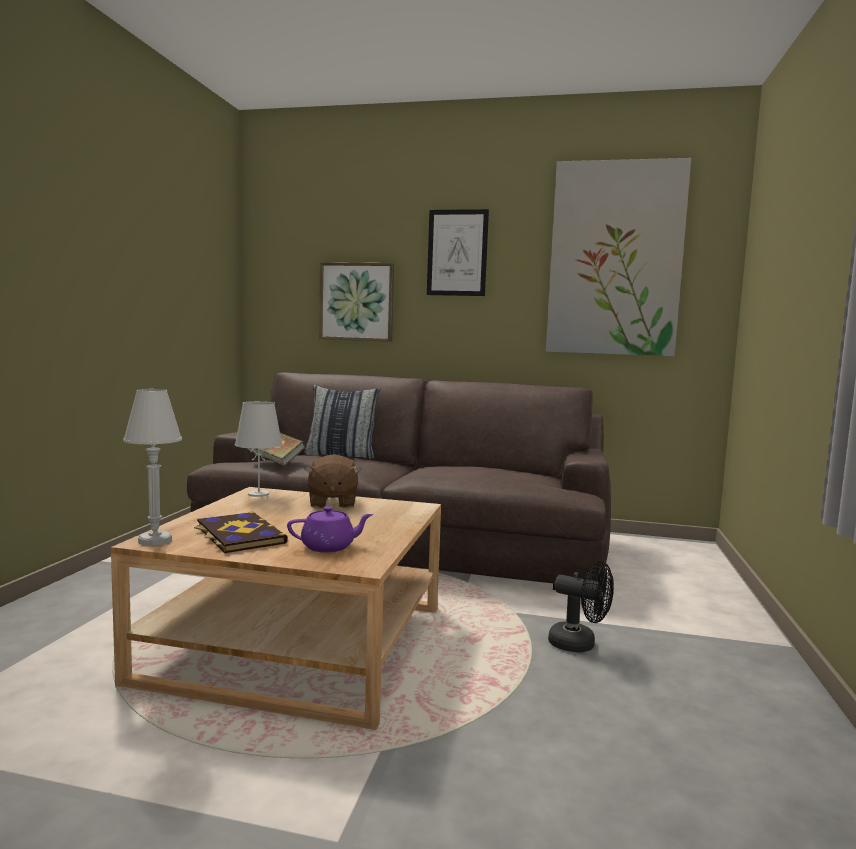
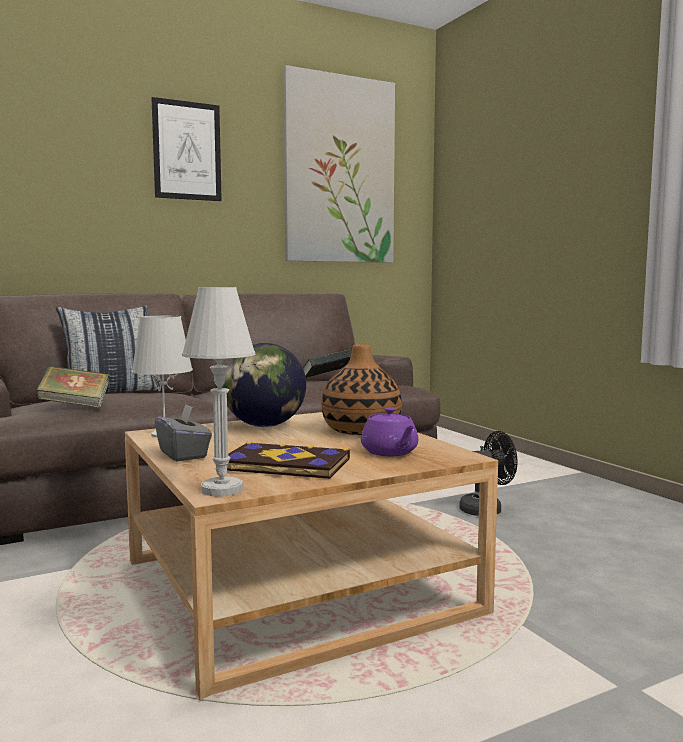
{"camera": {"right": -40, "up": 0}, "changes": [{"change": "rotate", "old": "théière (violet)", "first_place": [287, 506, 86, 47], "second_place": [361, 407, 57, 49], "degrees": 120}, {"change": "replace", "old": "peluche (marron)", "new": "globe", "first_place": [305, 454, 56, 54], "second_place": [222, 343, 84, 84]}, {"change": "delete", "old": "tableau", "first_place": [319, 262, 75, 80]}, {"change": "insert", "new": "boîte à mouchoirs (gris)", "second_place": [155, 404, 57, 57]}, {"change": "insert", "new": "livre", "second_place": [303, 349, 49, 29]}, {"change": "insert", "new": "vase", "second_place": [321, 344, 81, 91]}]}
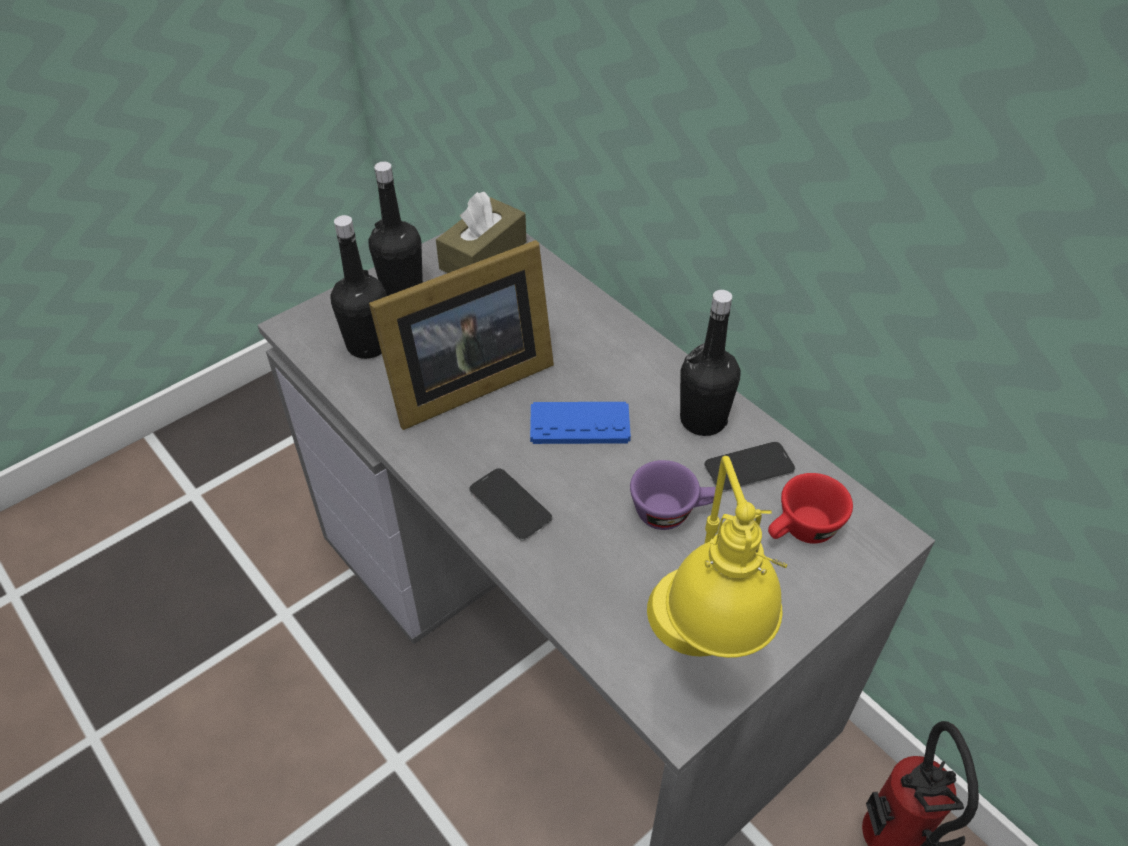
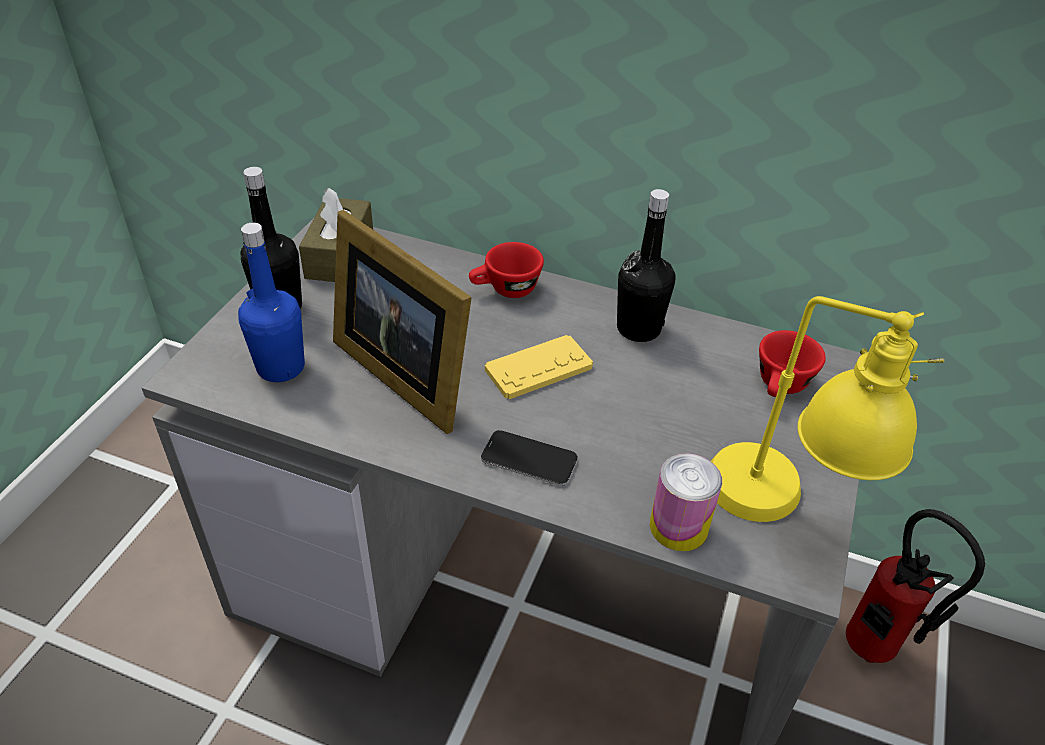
{"camera": {"right": -30, "up": -5}, "changes": [{"change": "recolor", "old": "bouteille (noir)", "new": "bouteille (bleu)", "first_place": [330, 215, 57, 144], "second_place": [238, 223, 67, 159]}, {"change": "rotate", "old": "cadre photo", "first_place": [369, 240, 185, 190], "second_place": [333, 210, 139, 224], "degrees": 105}, {"change": "recolor", "old": "manette (bleu)", "new": "manette (jaune)", "first_place": [530, 402, 101, 42], "second_place": [485, 335, 108, 64]}, {"change": "delete", "old": "tasse (violet)", "first_place": [630, 460, 86, 70]}, {"change": "delete", "old": "téléphone", "first_place": [704, 442, 91, 50]}, {"change": "insert", "new": "tasse (rouge)", "second_place": [469, 242, 75, 56]}, {"change": "insert", "new": "boîte métallique", "second_place": [650, 453, 72, 98]}]}
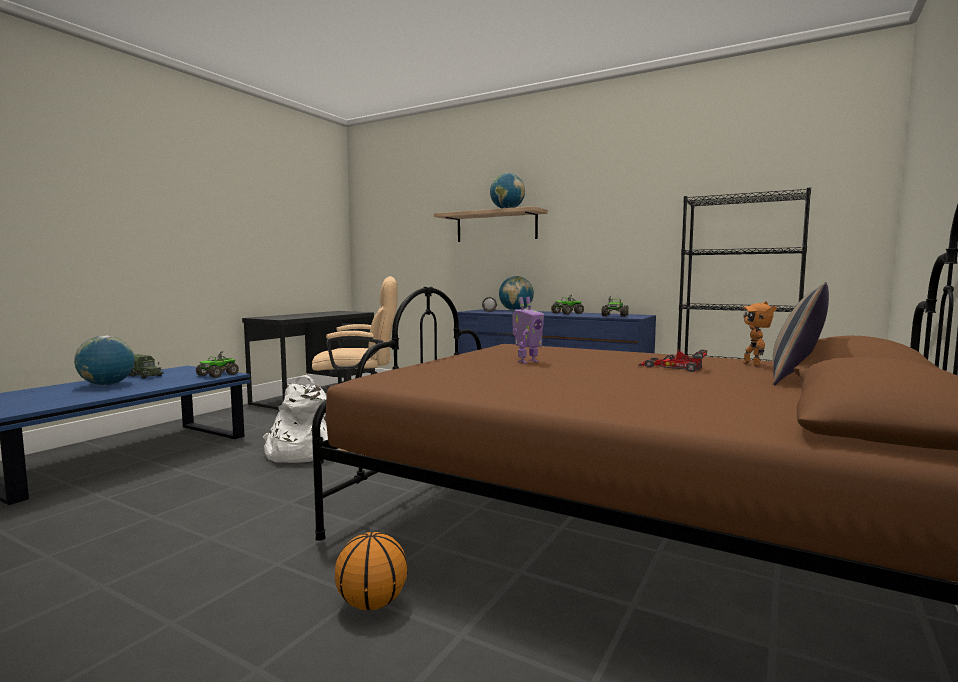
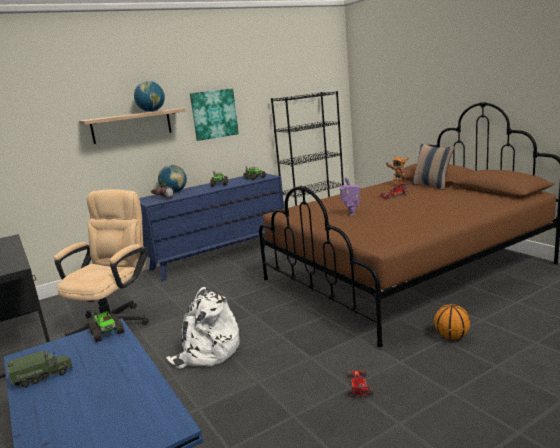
{"camera": {"right": -60, "up": 10}, "changes": [{"change": "delete", "old": "globe", "first_place": [74, 335, 61, 51]}, {"change": "insert", "new": "tableau", "second_place": [190, 89, 49, 52]}, {"change": "insert", "new": "petite voiture", "second_place": [347, 370, 27, 28]}]}
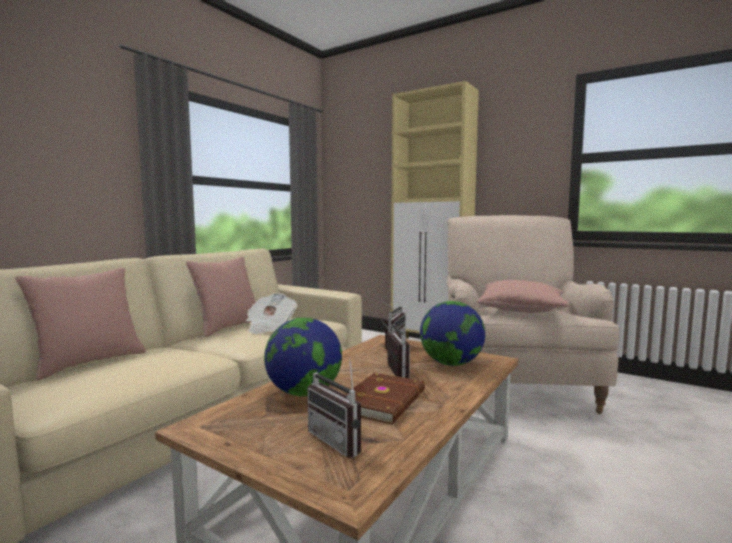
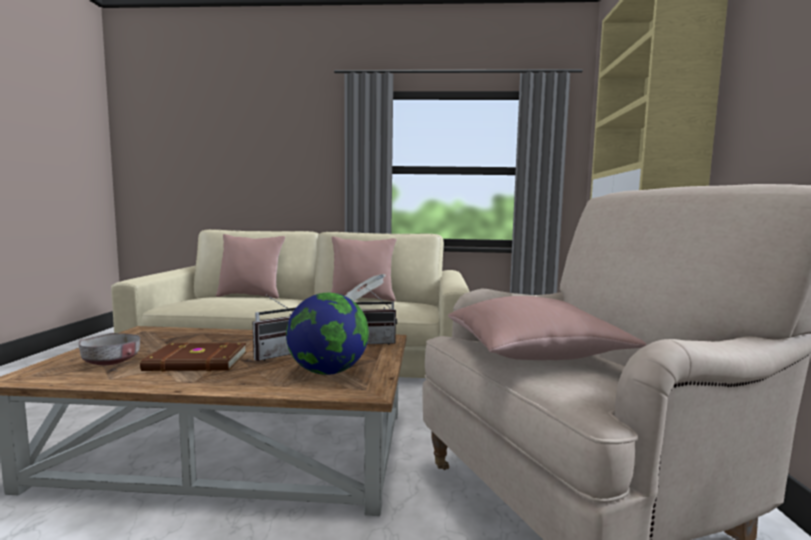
{"camera": {"right": 60, "up": 0}, "changes": [{"change": "delete", "old": "globe", "first_place": [264, 318, 78, 78]}, {"change": "replace", "old": "radio", "new": "bol (gris)", "first_place": [308, 357, 53, 101], "second_place": [79, 333, 61, 32]}]}
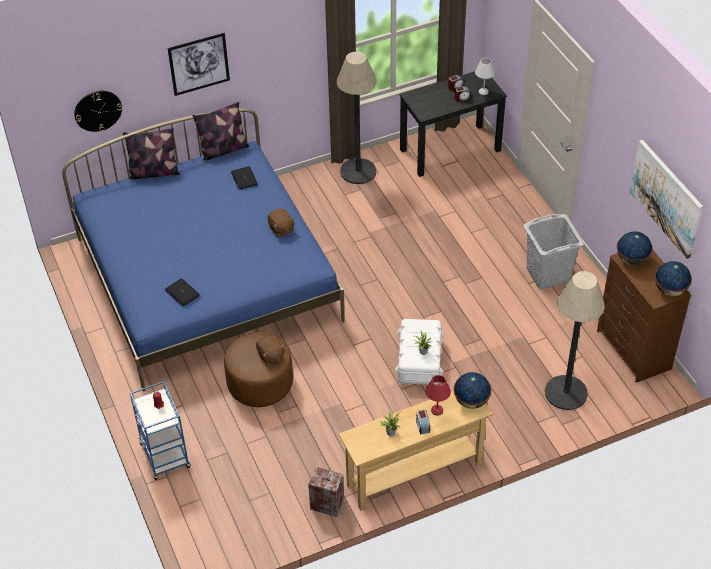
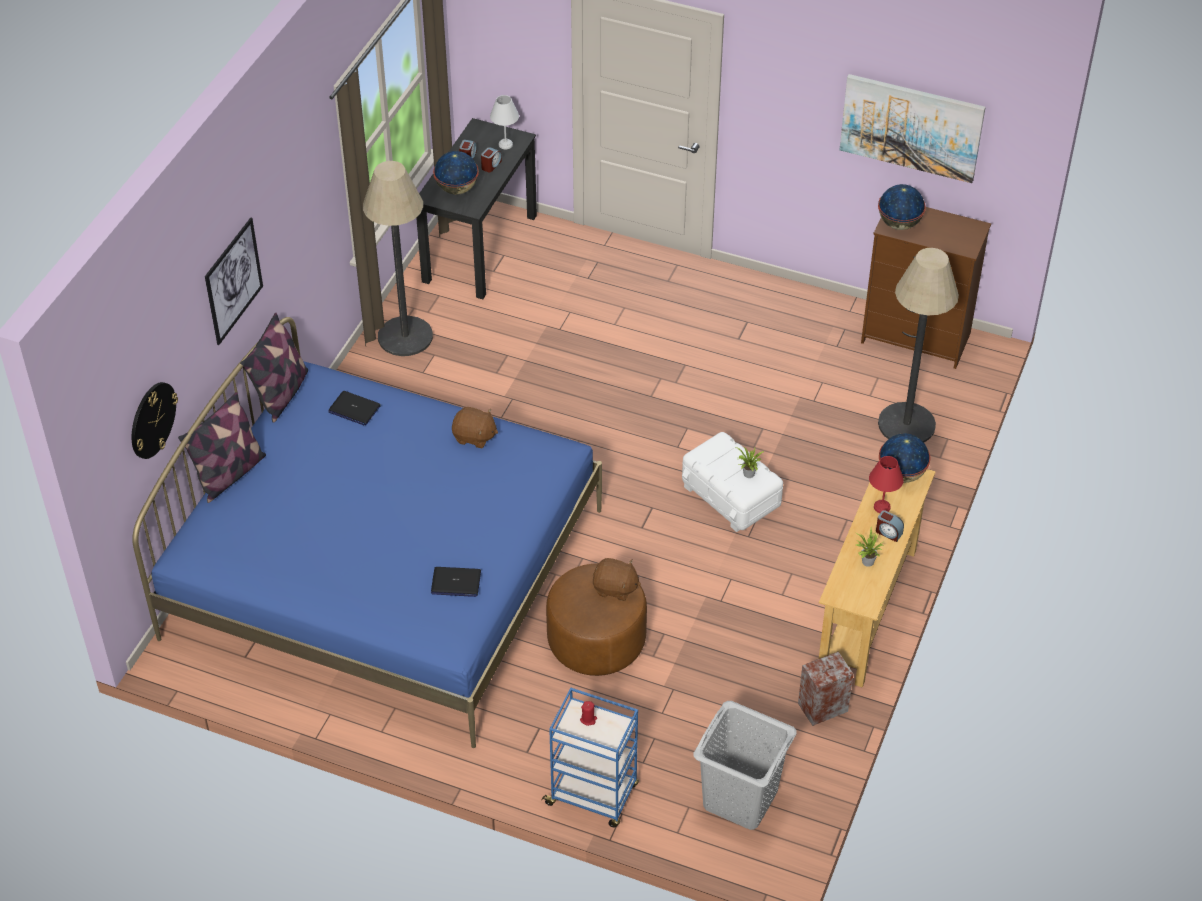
{"camera": {"right": -45, "up": 0}, "changes": [{"change": "move", "old": "panier à linge (gris)", "first_place": [524, 214, 60, 75], "second_place": [694, 701, 103, 129]}, {"change": "move", "old": "globe", "first_place": [655, 261, 37, 35], "second_place": [433, 151, 46, 44]}]}
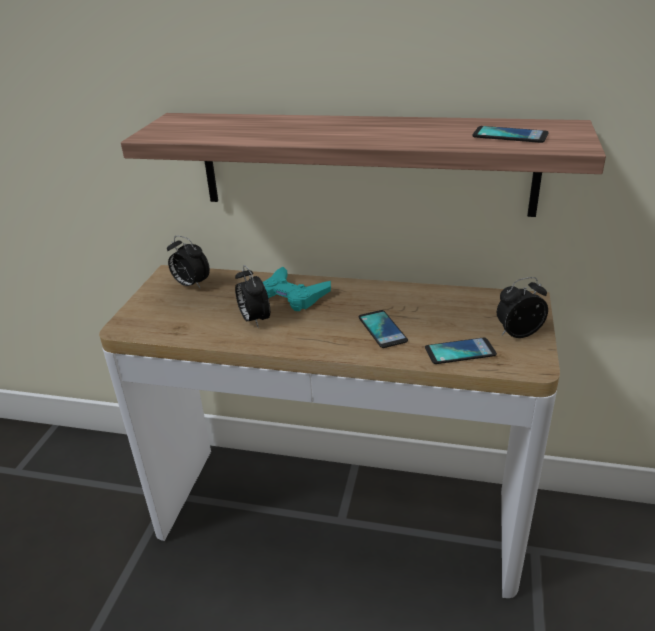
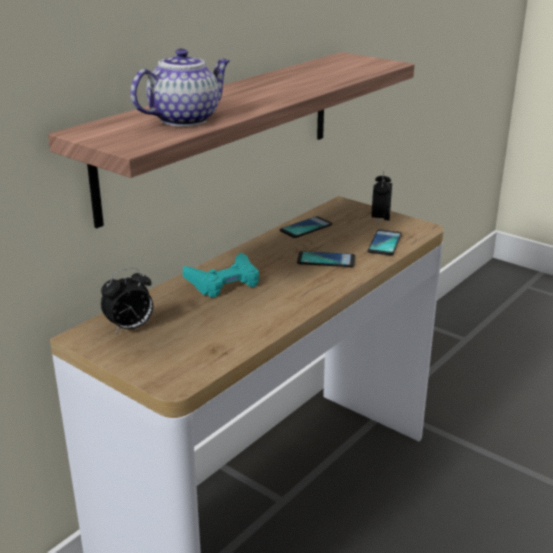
{"camera": {"right": -65, "up": -5}, "changes": [{"change": "delete", "old": "réveil", "first_place": [235, 265, 35, 63]}, {"change": "move", "old": "téléphone", "first_place": [473, 126, 76, 17], "second_place": [280, 216, 53, 22]}, {"change": "insert", "new": "théière", "second_place": [130, 48, 100, 79]}]}
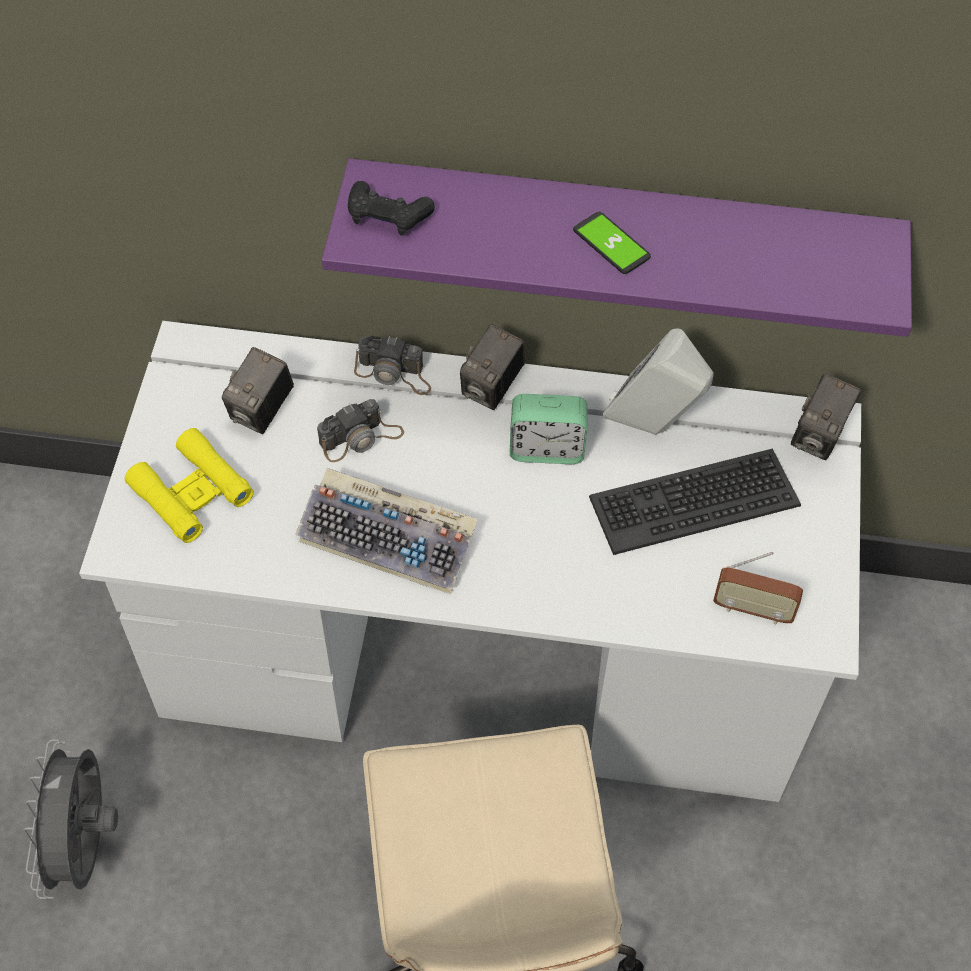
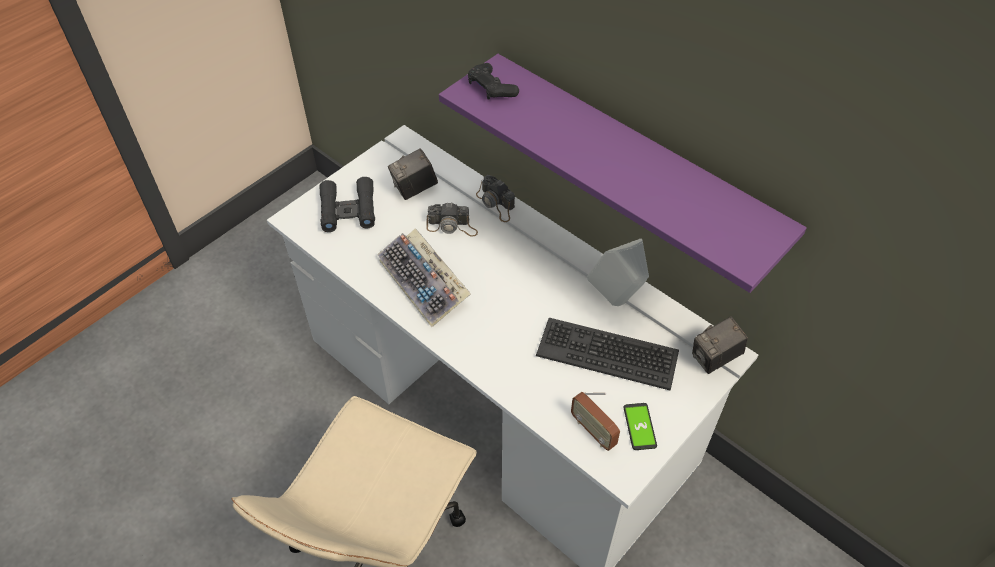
{"camera": {"right": 35, "up": -5}, "changes": [{"change": "delete", "old": "ventilateur (gris)", "first_place": [24, 739, 94, 160]}, {"change": "recolor", "old": "jumelles (jaune)", "new": "jumelles (noir)", "first_place": [125, 428, 129, 115], "second_place": [319, 177, 56, 55]}, {"change": "delete", "old": "appareil photo", "first_place": [460, 324, 65, 86]}, {"change": "delete", "old": "réveil", "first_place": [510, 394, 78, 70]}, {"change": "move", "old": "téléphone", "first_place": [573, 212, 78, 62], "second_place": [623, 403, 34, 47]}]}
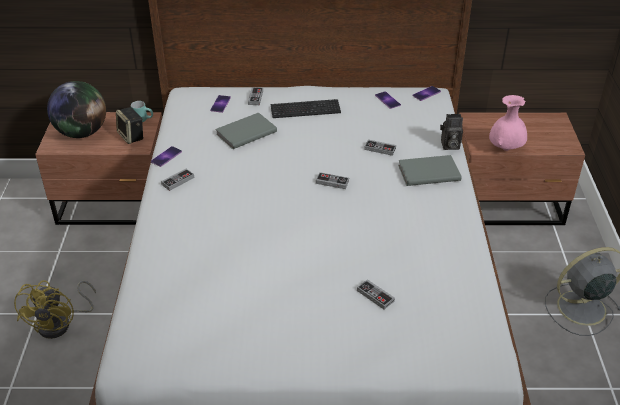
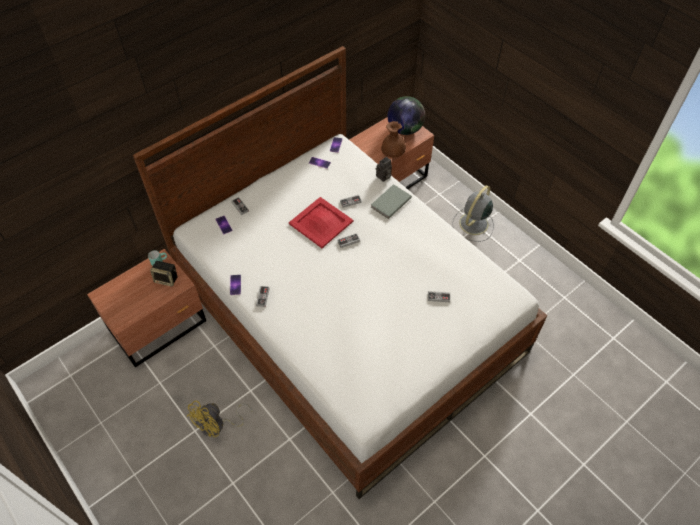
{"camera": {"right": -40, "up": 15}, "changes": [{"change": "rotate", "old": "ventilateur (jaune)", "first_place": [14, 280, 82, 59], "second_place": [186, 401, 66, 36], "degrees": 75}, {"change": "move", "old": "globe", "first_place": [47, 81, 59, 57], "second_place": [388, 96, 37, 39]}, {"change": "delete", "old": "livre (gris)", "first_place": [216, 113, 61, 36]}, {"change": "delete", "old": "clavier", "first_place": [270, 99, 71, 19]}, {"change": "recolor", "old": "vase (rose)", "new": "vase (marron)", "first_place": [489, 95, 38, 56], "second_place": [381, 121, 25, 37]}, {"change": "insert", "new": "plateau (rouge)", "second_place": [289, 197, 64, 51]}]}
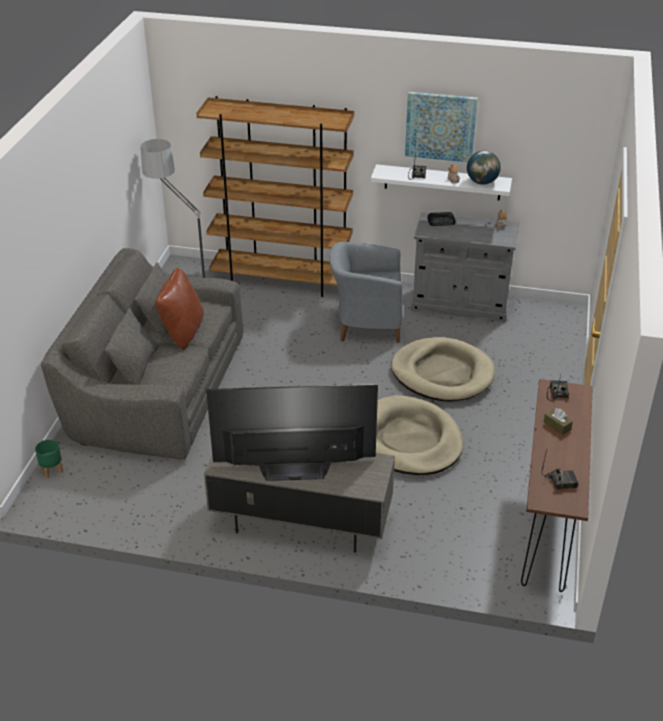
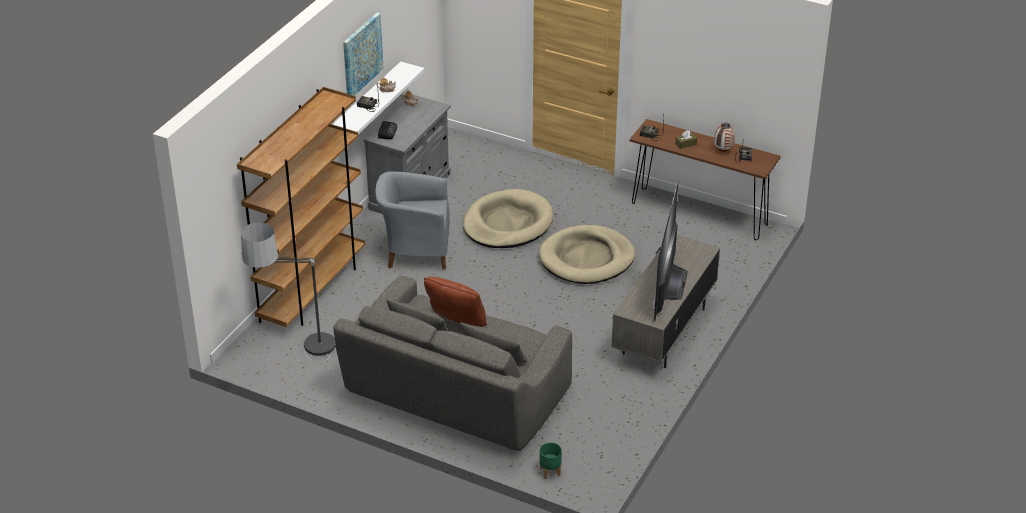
{"camera": {"right": -75, "up": 0}, "changes": [{"change": "rotate", "old": "fauteuil (gris)", "first_place": [330, 242, 73, 101], "second_place": [375, 172, 75, 98], "degrees": 75}, {"change": "delete", "old": "globe", "first_place": [467, 151, 34, 34]}, {"change": "insert", "new": "vase", "second_place": [714, 123, 21, 29]}]}
